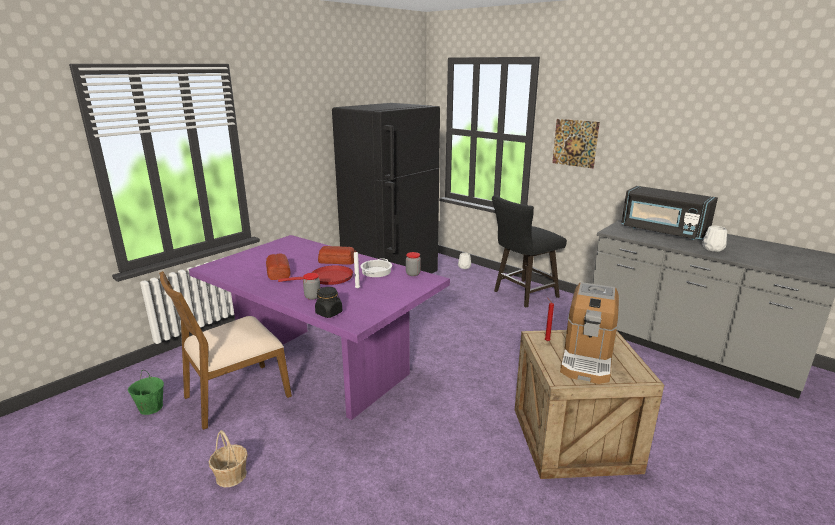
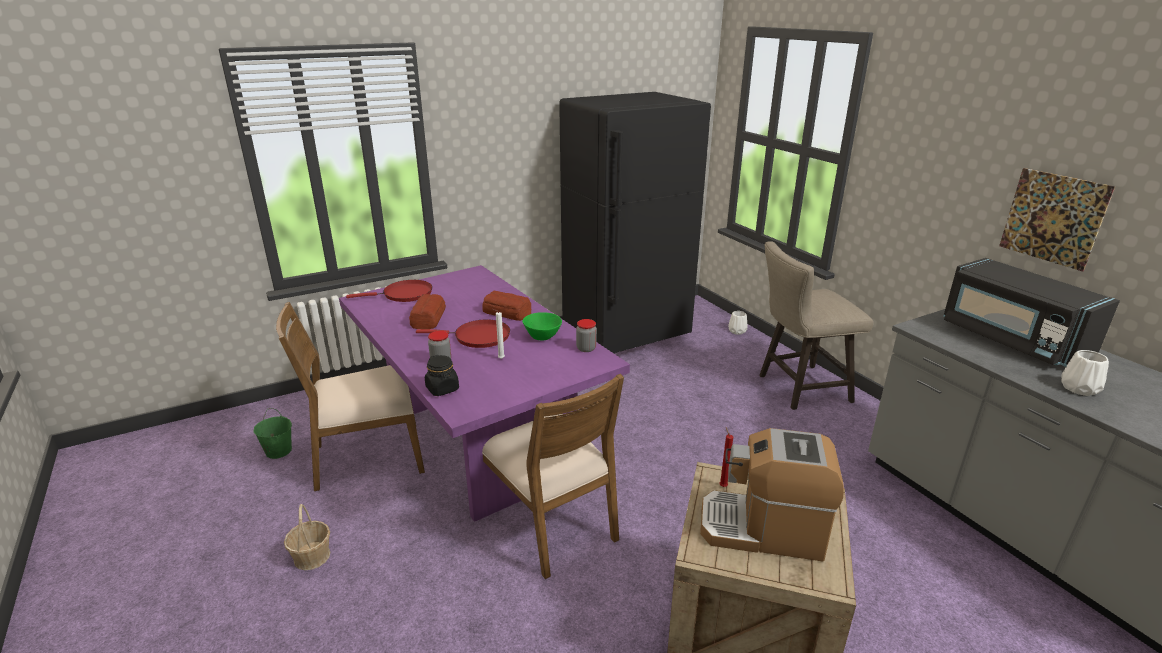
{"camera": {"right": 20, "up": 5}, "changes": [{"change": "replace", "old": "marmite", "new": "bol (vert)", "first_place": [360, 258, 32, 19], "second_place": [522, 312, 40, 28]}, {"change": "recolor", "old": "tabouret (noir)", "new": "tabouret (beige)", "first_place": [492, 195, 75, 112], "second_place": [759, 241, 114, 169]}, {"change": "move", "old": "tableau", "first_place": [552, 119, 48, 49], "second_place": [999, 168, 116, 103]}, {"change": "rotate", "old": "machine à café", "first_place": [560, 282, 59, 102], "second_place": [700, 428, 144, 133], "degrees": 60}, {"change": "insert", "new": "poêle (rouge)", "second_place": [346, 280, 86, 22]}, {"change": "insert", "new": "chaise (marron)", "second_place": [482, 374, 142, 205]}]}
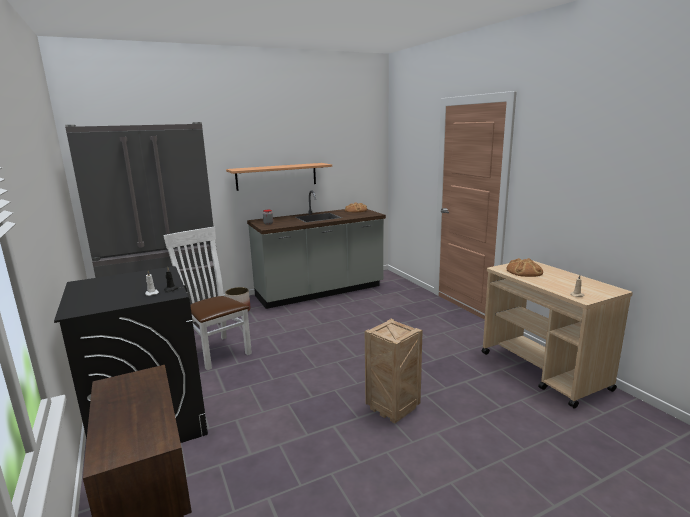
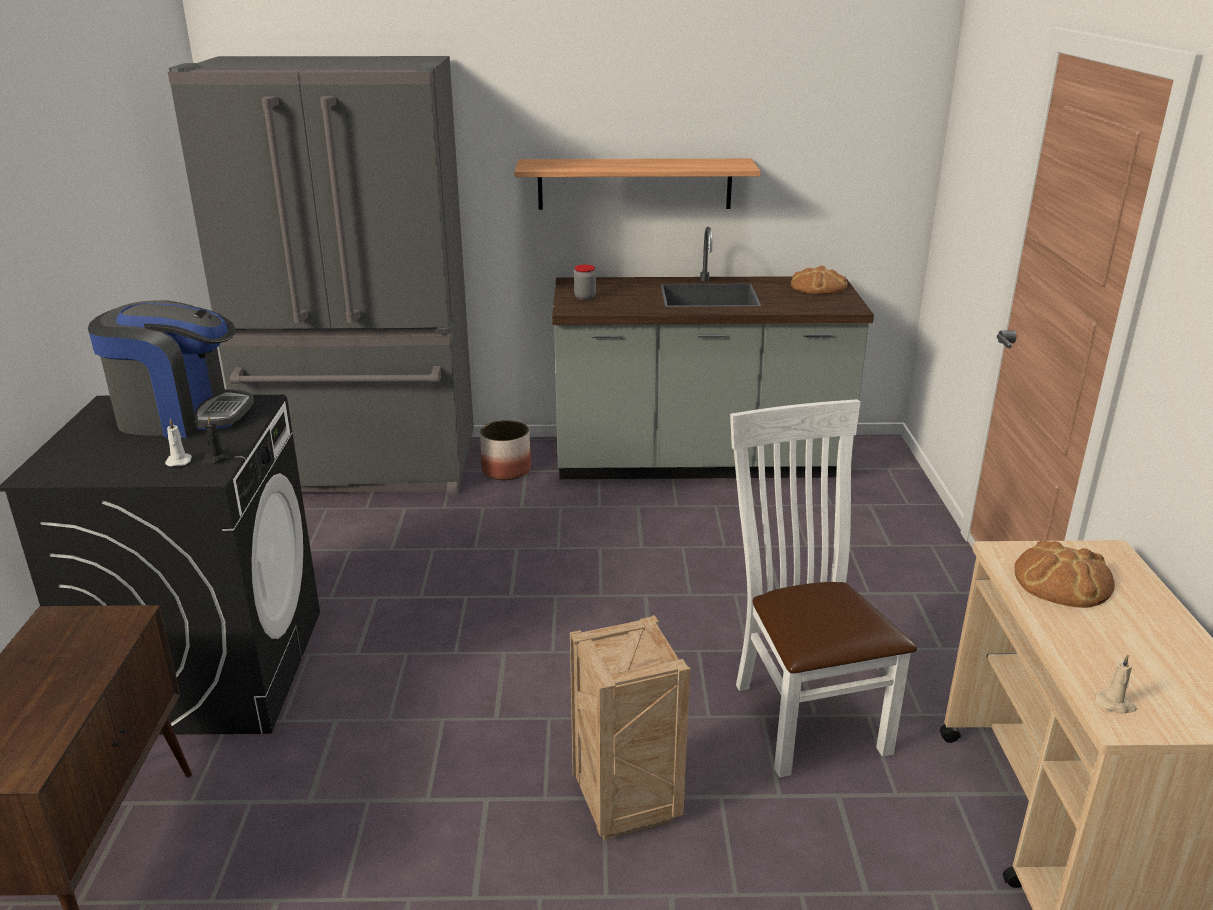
{"camera": {"right": 25, "up": 10}, "changes": [{"change": "move", "old": "chaise (blanc)", "first_place": [163, 227, 89, 143], "second_place": [730, 399, 187, 379]}, {"change": "insert", "new": "machine à café", "second_place": [88, 300, 166, 138]}]}
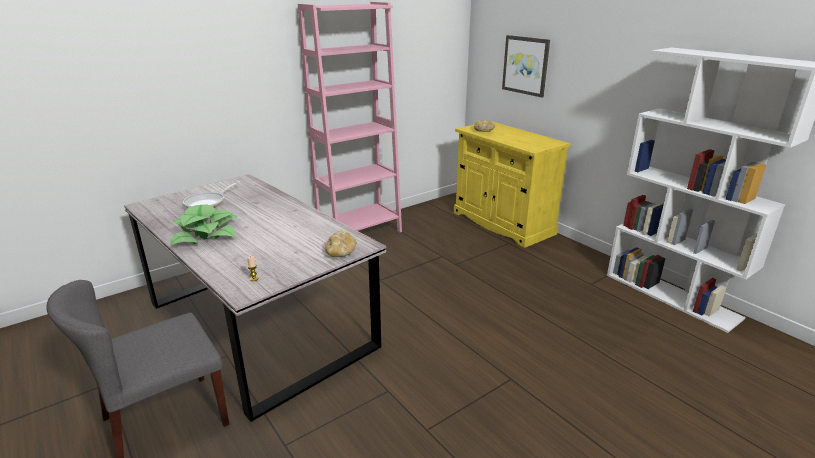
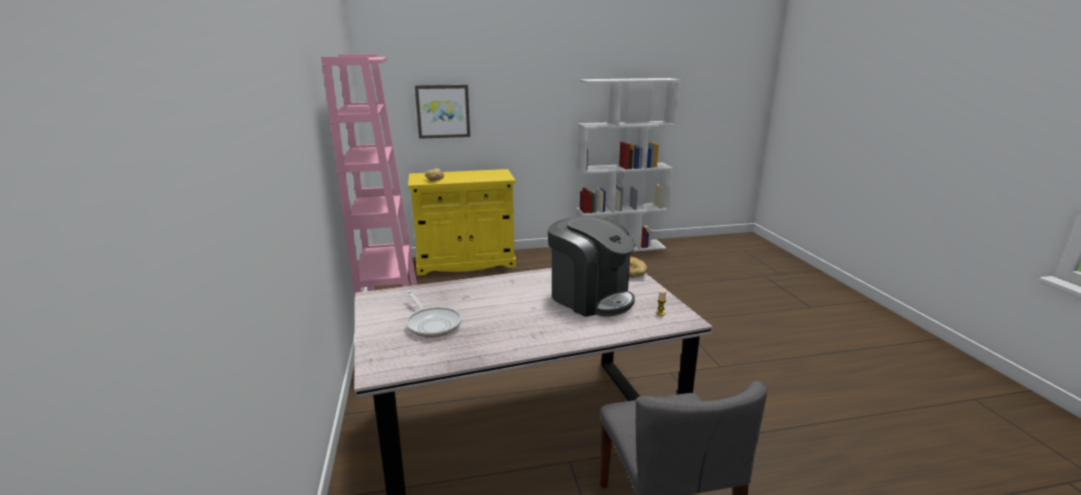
{"camera": {"right": -65, "up": -5}, "changes": [{"change": "delete", "old": "plante en pot", "first_place": [170, 205, 68, 40]}, {"change": "insert", "new": "machine à café", "second_place": [548, 216, 87, 101]}]}
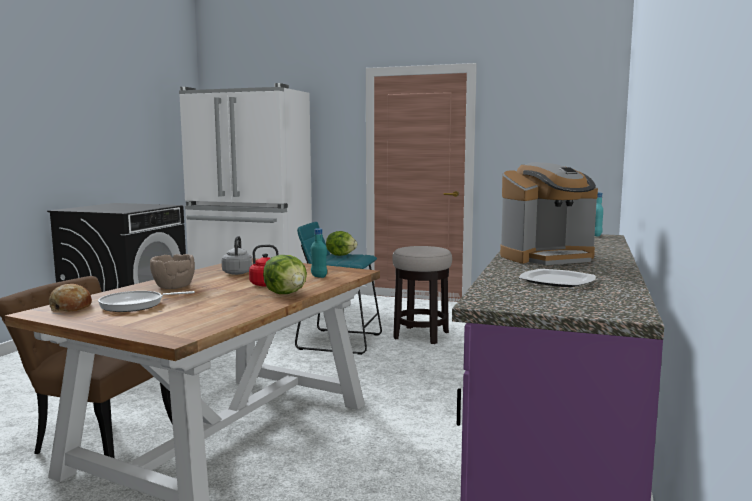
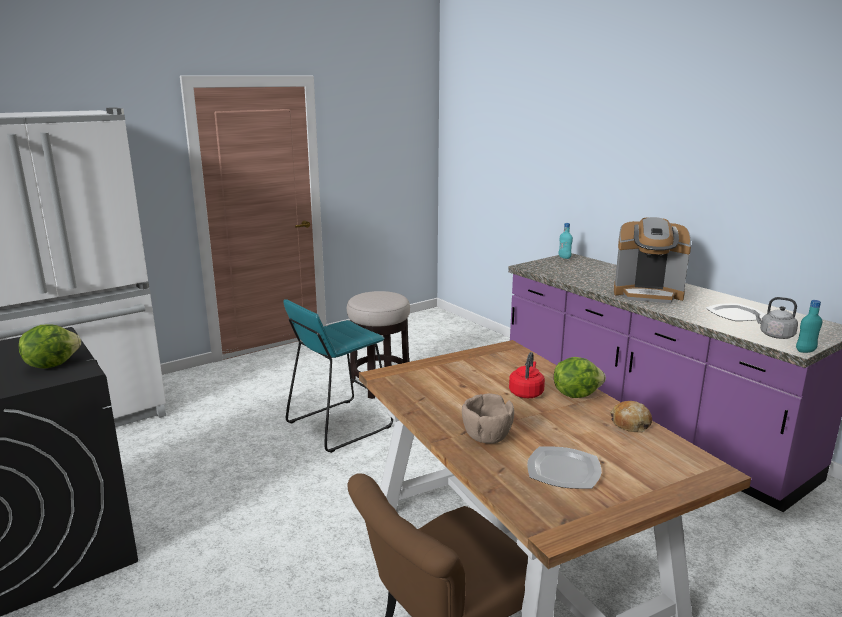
{"camera": {"right": -55, "up": 10}, "changes": [{"change": "move", "old": "pain", "first_place": [49, 284, 43, 27], "second_place": [610, 401, 42, 32]}, {"change": "replace", "old": "poêle", "new": "assiette", "first_place": [98, 291, 97, 21], "second_place": [527, 446, 75, 43]}, {"change": "move", "old": "bouilloire (gris)", "first_place": [222, 236, 30, 39], "second_place": [753, 297, 45, 42]}, {"change": "move", "old": "bouteille (turquoise)", "first_place": [311, 228, 16, 50], "second_place": [796, 300, 26, 53]}, {"change": "move", "old": "laitue", "first_place": [326, 231, 31, 25], "second_place": [19, 325, 62, 44]}, {"change": "rotate", "old": "machine à café", "first_place": [500, 162, 98, 103], "second_place": [614, 217, 77, 86], "degrees": 90}]}
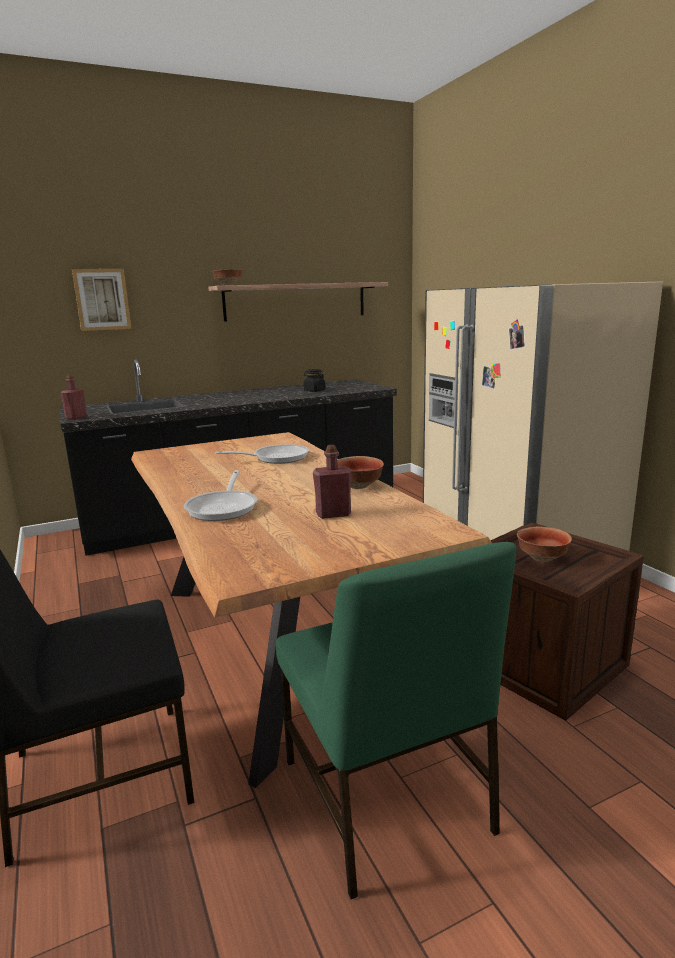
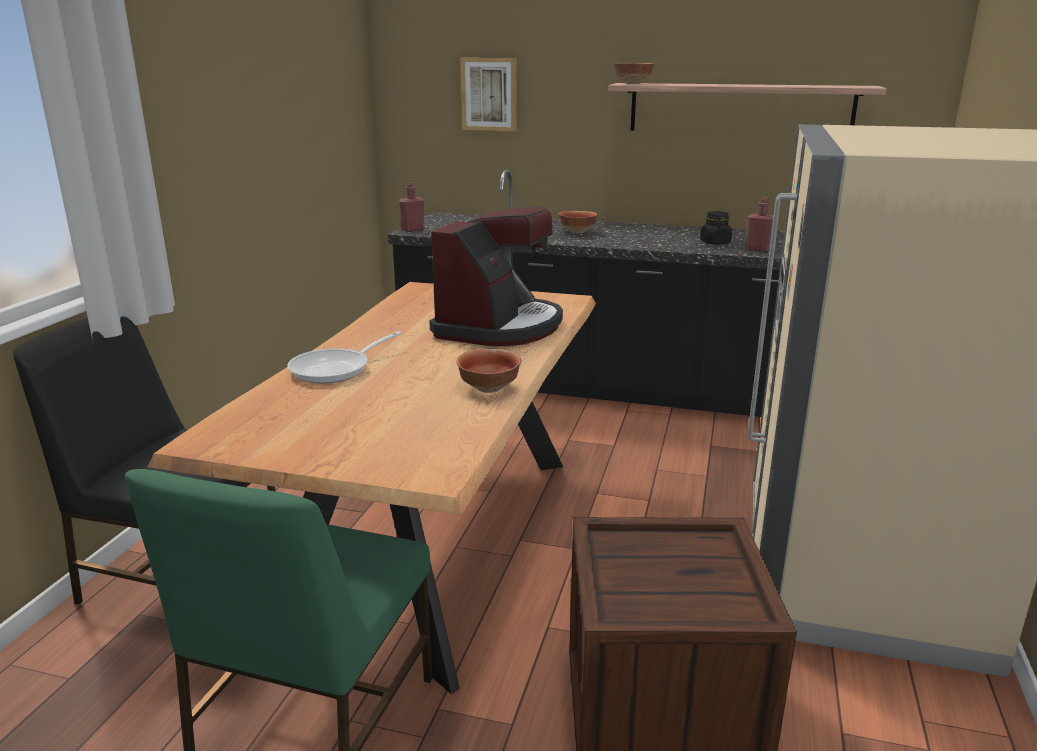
{"camera": {"right": 40, "up": 5}, "changes": [{"change": "replace", "old": "poêle", "new": "machine à café", "first_place": [216, 444, 93, 20], "second_place": [429, 206, 134, 140]}, {"change": "move", "old": "bouteille (rouge)", "first_place": [313, 445, 38, 74], "second_place": [746, 197, 28, 55]}, {"change": "move", "old": "bol", "first_place": [517, 527, 55, 35], "second_place": [559, 211, 38, 23]}]}
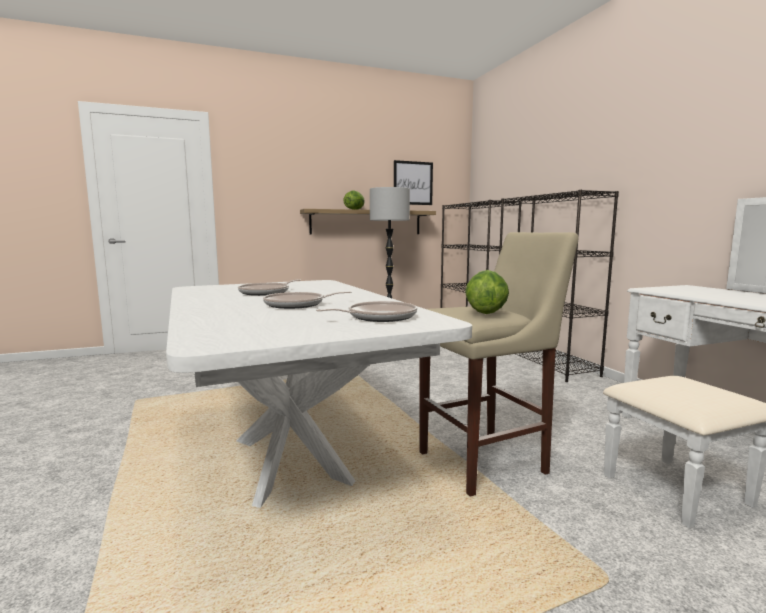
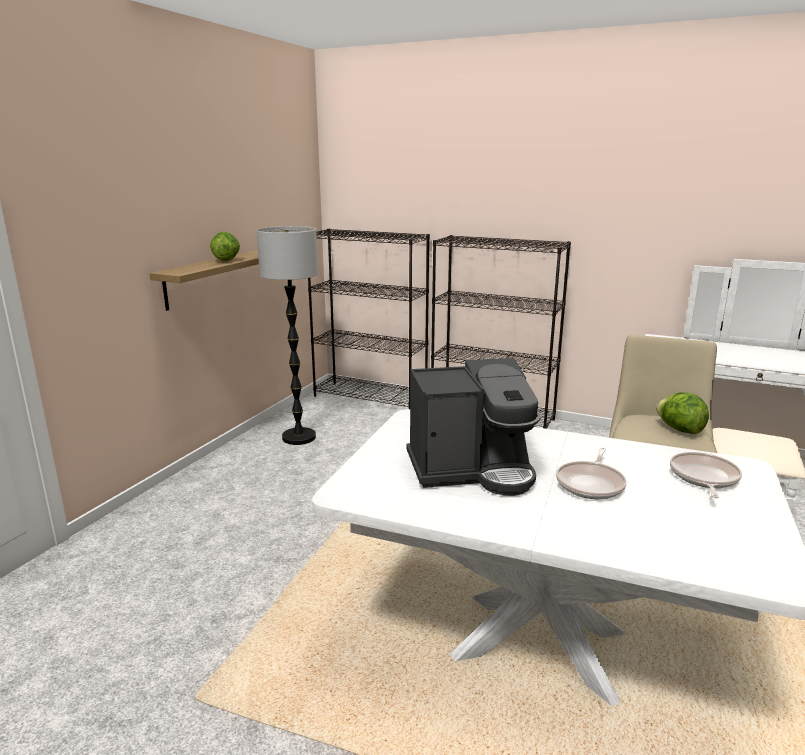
{"camera": {"right": -45, "up": 10}, "changes": [{"change": "replace", "old": "poêle", "new": "machine à café", "first_place": [238, 279, 62, 17], "second_place": [406, 358, 135, 138]}, {"change": "delete", "old": "tableau", "first_place": [394, 160, 39, 45]}]}
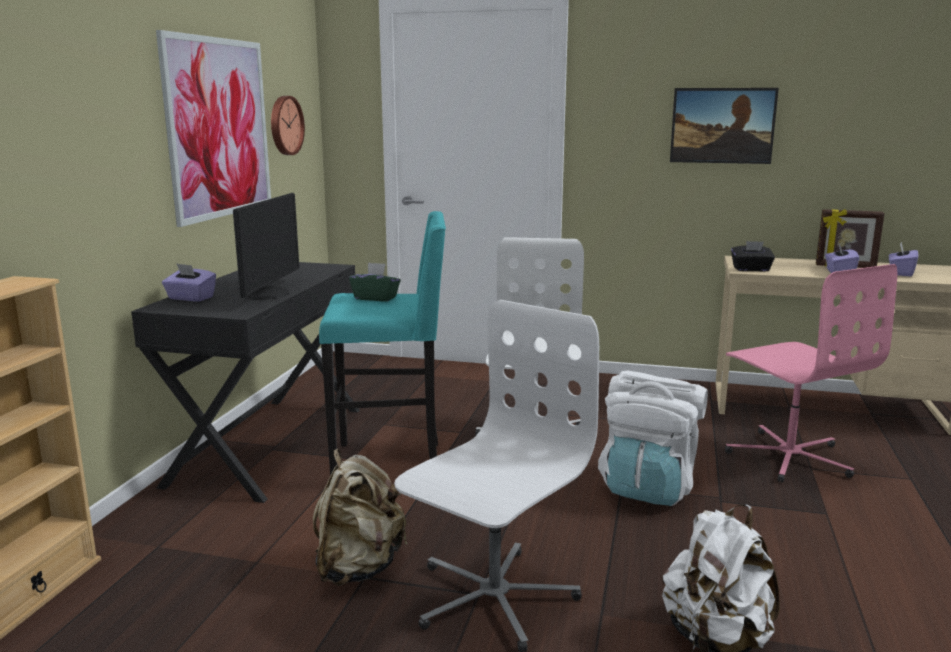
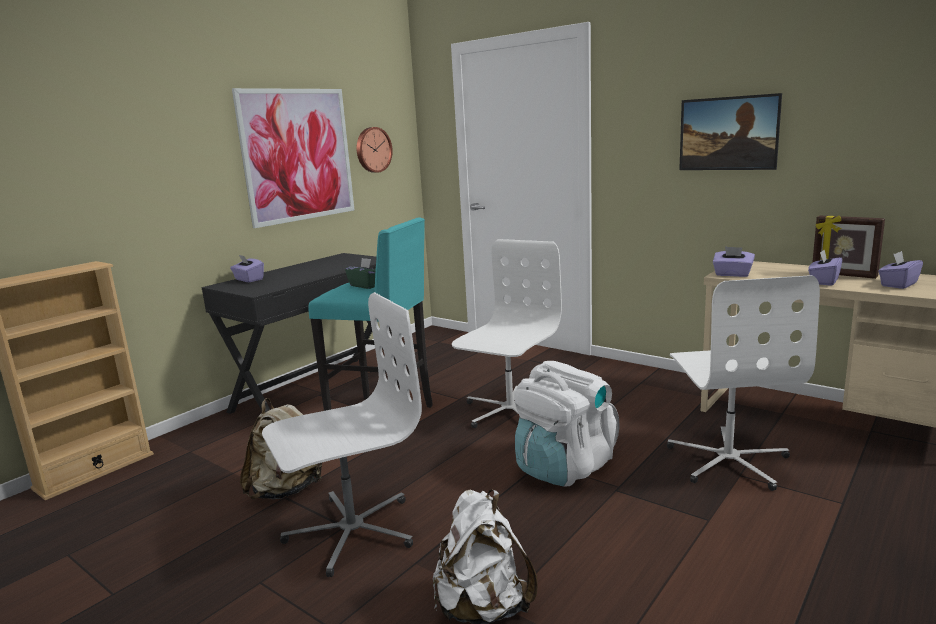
{"camera": {"right": 25, "up": 0}, "changes": [{"change": "delete", "old": "écran d'ordinateur", "first_place": [233, 193, 66, 107]}, {"change": "recolor", "old": "chaise de bureau (rose)", "new": "chaise de bureau (blanc)", "first_place": [725, 264, 172, 218], "second_place": [667, 275, 153, 216]}, {"change": "recolor", "old": "boîte à mouchoirs (noir)", "new": "boîte à mouchoirs (violet)", "first_place": [731, 241, 44, 31], "second_place": [713, 246, 42, 31]}]}
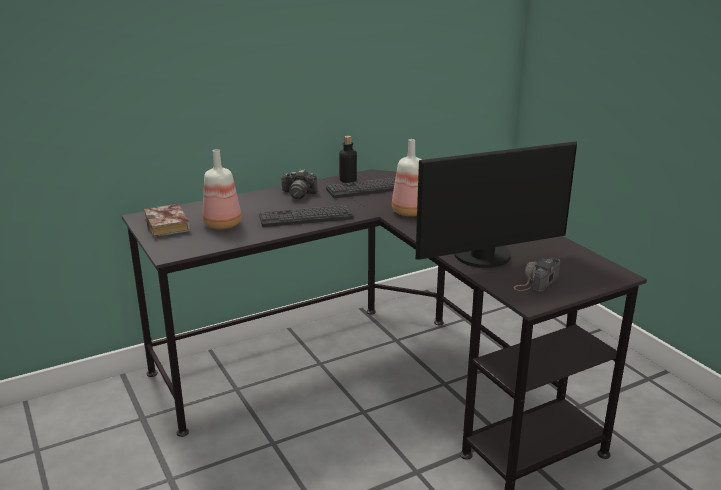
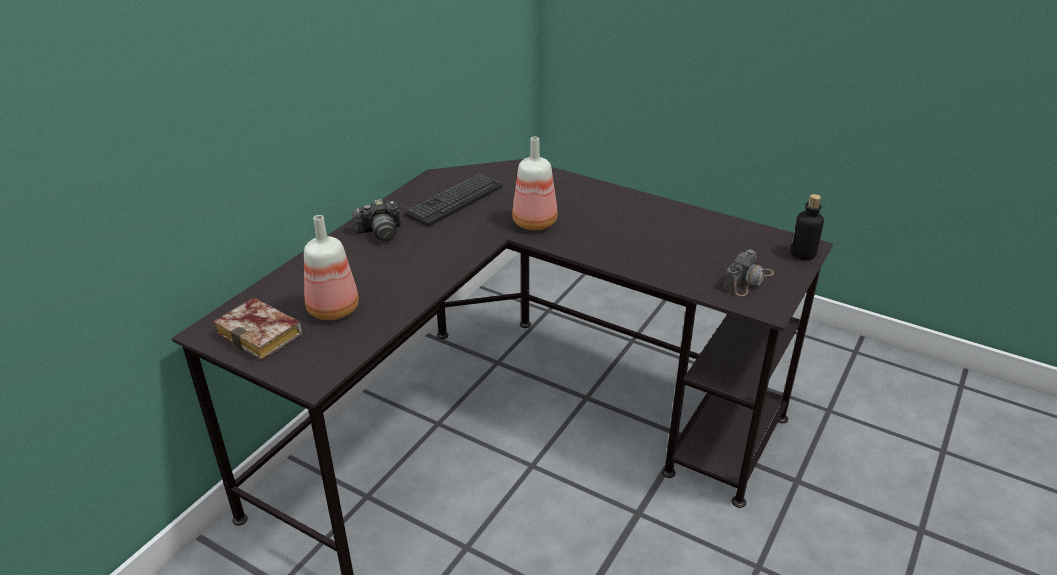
{"camera": {"right": -30, "up": 10}, "changes": [{"change": "delete", "old": "clavier", "first_place": [259, 204, 95, 23]}, {"change": "move", "old": "bouteille", "first_place": [339, 136, 18, 47], "second_place": [790, 194, 34, 66]}, {"change": "delete", "old": "écran d'ordinateur", "first_place": [415, 141, 162, 127]}, {"change": "rotate", "old": "appareil photo", "first_place": [514, 257, 46, 35], "second_place": [724, 249, 50, 47], "degrees": -150}]}
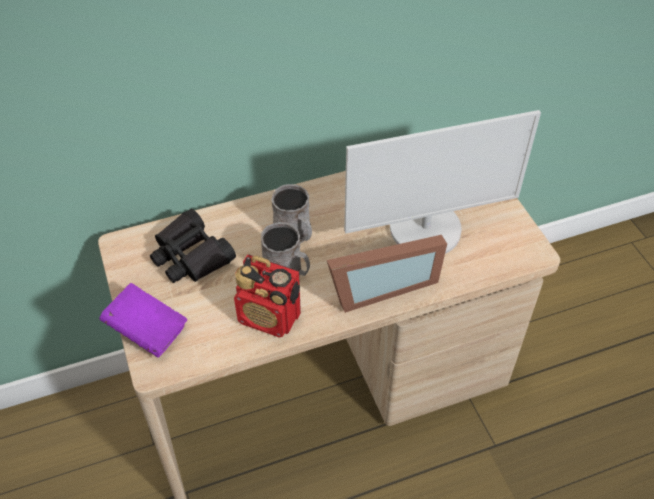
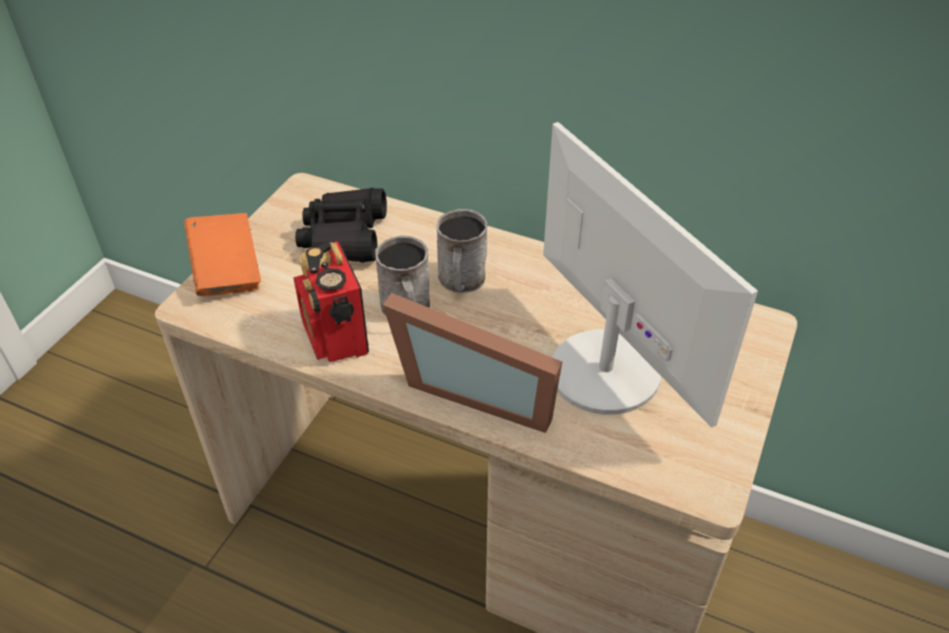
{"camera": {"right": 45, "up": -5}, "changes": [{"change": "recolor", "old": "livre (violet)", "new": "livre (orange)", "first_place": [99, 283, 88, 75], "second_place": [184, 213, 77, 83]}, {"change": "rotate", "old": "écran d'ordinateur", "first_place": [344, 110, 197, 144], "second_place": [543, 122, 215, 306], "degrees": -150}]}
